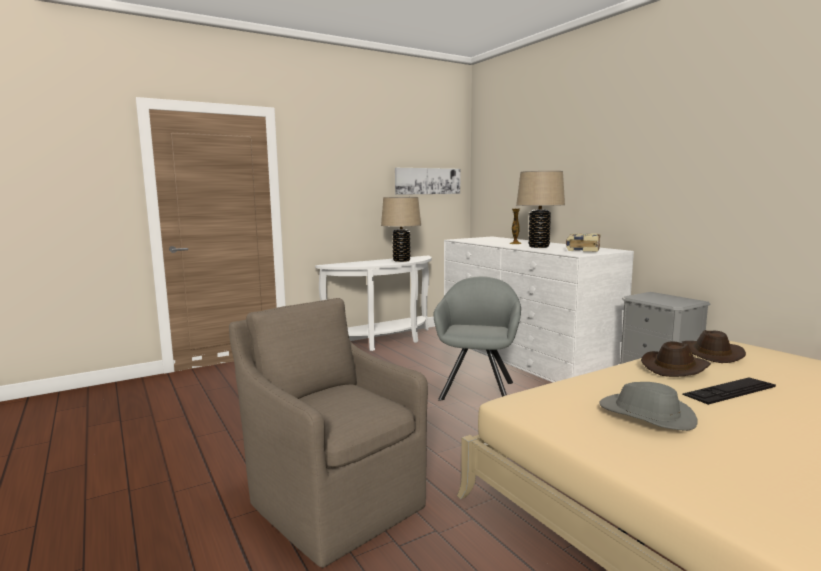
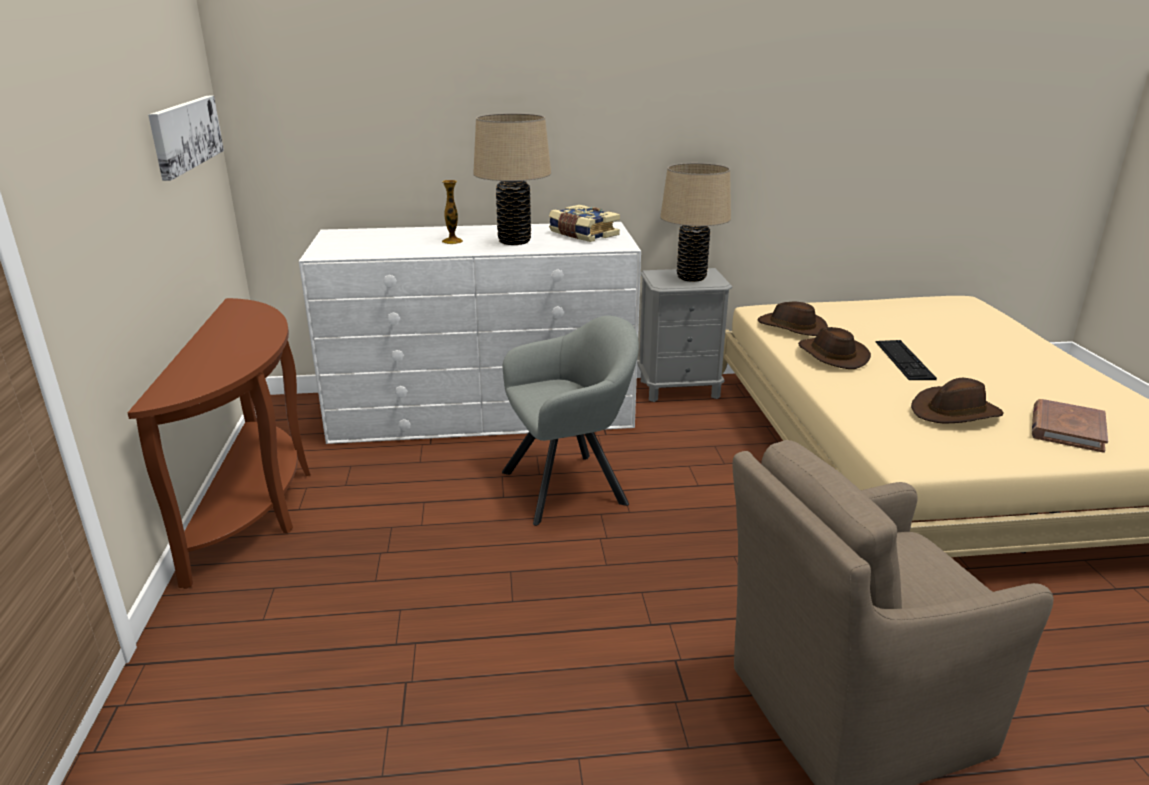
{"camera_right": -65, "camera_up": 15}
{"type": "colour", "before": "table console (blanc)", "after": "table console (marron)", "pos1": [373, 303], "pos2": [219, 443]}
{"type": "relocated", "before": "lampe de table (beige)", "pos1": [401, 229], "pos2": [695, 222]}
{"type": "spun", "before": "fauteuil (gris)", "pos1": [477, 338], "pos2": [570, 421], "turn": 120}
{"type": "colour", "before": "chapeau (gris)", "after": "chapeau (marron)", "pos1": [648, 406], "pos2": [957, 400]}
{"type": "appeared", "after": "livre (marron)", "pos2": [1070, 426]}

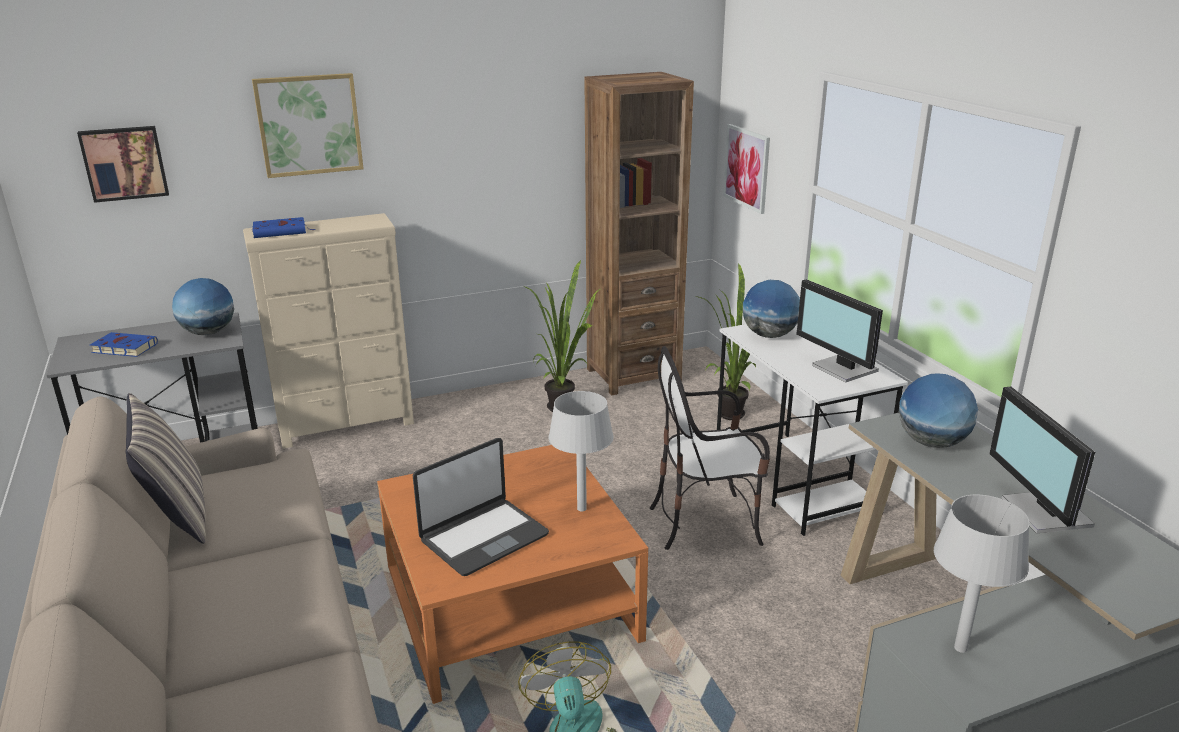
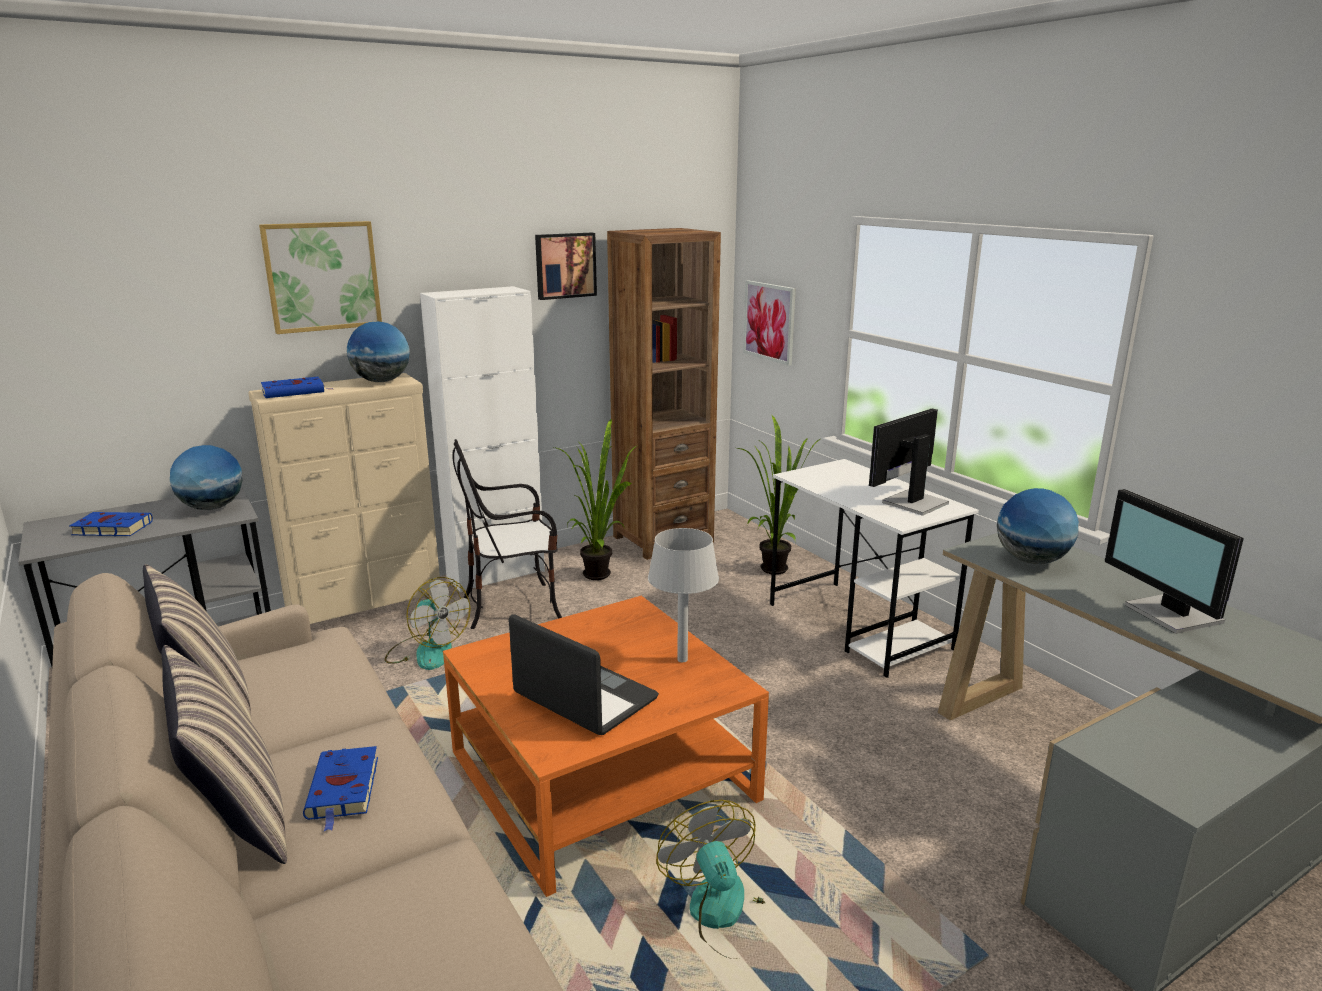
{"camera_right": -10, "camera_up": -5}
{"type": "relocated", "before": "tableau", "pos1": [123, 164], "pos2": [566, 266]}
{"type": "spun", "before": "ordinateur portable", "pos1": [481, 507], "pos2": [584, 674], "turn": -90}
{"type": "relocated", "before": "chaise", "pos1": [709, 448], "pos2": [507, 534]}
{"type": "relocated", "before": "globe", "pos1": [771, 309], "pos2": [378, 351]}
{"type": "spun", "before": "écran d'ordinateur", "pos1": [839, 331], "pos2": [909, 462], "turn": 90}
{"type": "missing", "before": "lampe de table (gris)", "pos1": [982, 574]}
{"type": "appeared", "after": "coussin", "pos2": [224, 754]}
{"type": "appeared", "after": "livre (bleu)", "pos2": [340, 788]}
{"type": "appeared", "after": "ventilateur", "pos2": [428, 623]}
{"type": "appeared", "after": "meuble de rangement (blanc)", "pos2": [482, 439]}

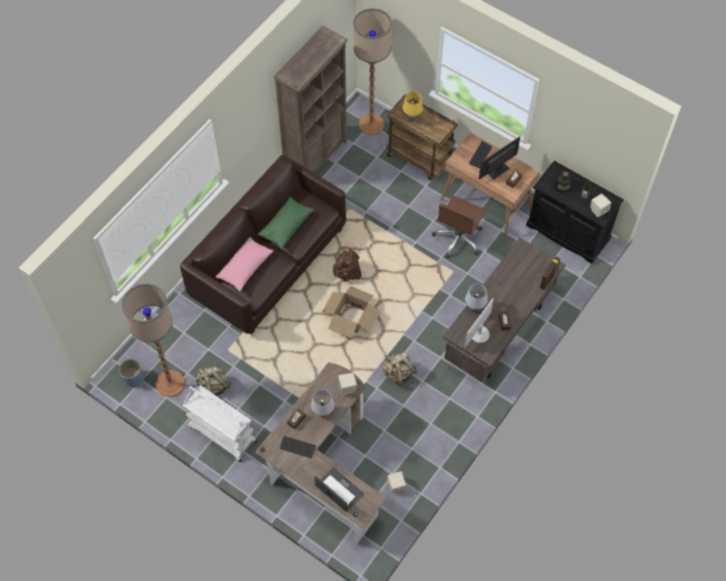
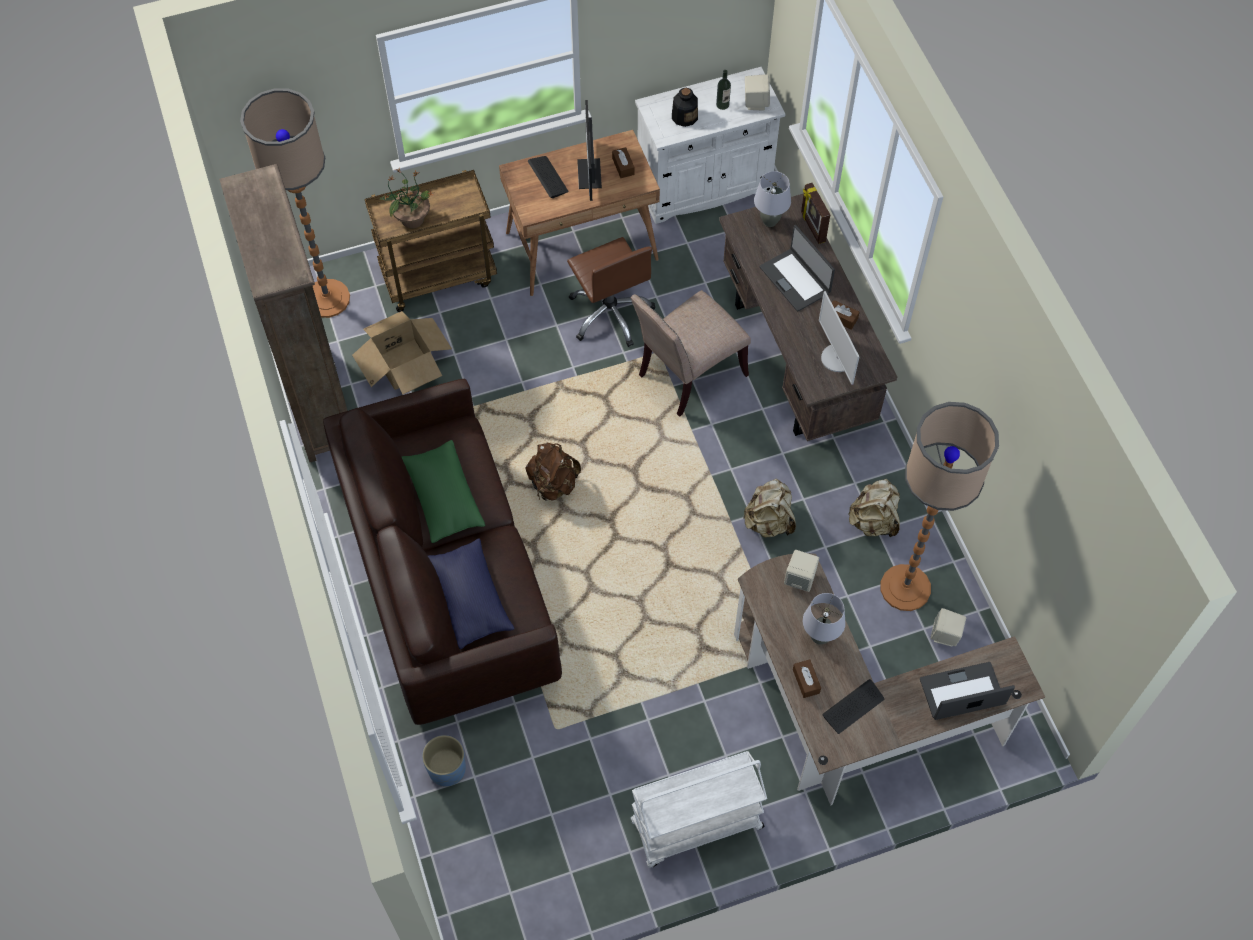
{"camera_right": -55, "camera_up": 0}
{"type": "relocated", "before": "cache-pot (bleu)", "pos1": [131, 373], "pos2": [444, 761]}
{"type": "relocated", "before": "lampadaire", "pos1": [153, 340], "pos2": [940, 506]}
{"type": "relocated", "before": "sac à dos (beige)", "pos1": [213, 381], "pos2": [874, 508]}
{"type": "colour", "before": "coussin (rose)", "after": "coussin (bleu)", "pos1": [244, 264], "pos2": [471, 594]}
{"type": "relocated", "before": "carton", "pos1": [351, 312], "pos2": [402, 353]}
{"type": "exchanged", "before": "lampe de table (jaune)", "after": "plante en pot", "pos1": [412, 107], "pos2": [407, 199]}
{"type": "relocated", "before": "lampe de table (gris)", "pos1": [476, 298], "pos2": [772, 199]}
{"type": "colour", "before": "meuble de rangement (noir)", "after": "meuble de rangement (blanc)", "pos1": [575, 212], "pos2": [710, 145]}
{"type": "appeared", "after": "chaise (beige)", "pos2": [690, 353]}
{"type": "appeared", "after": "ordinateur portable", "pos2": [797, 268]}

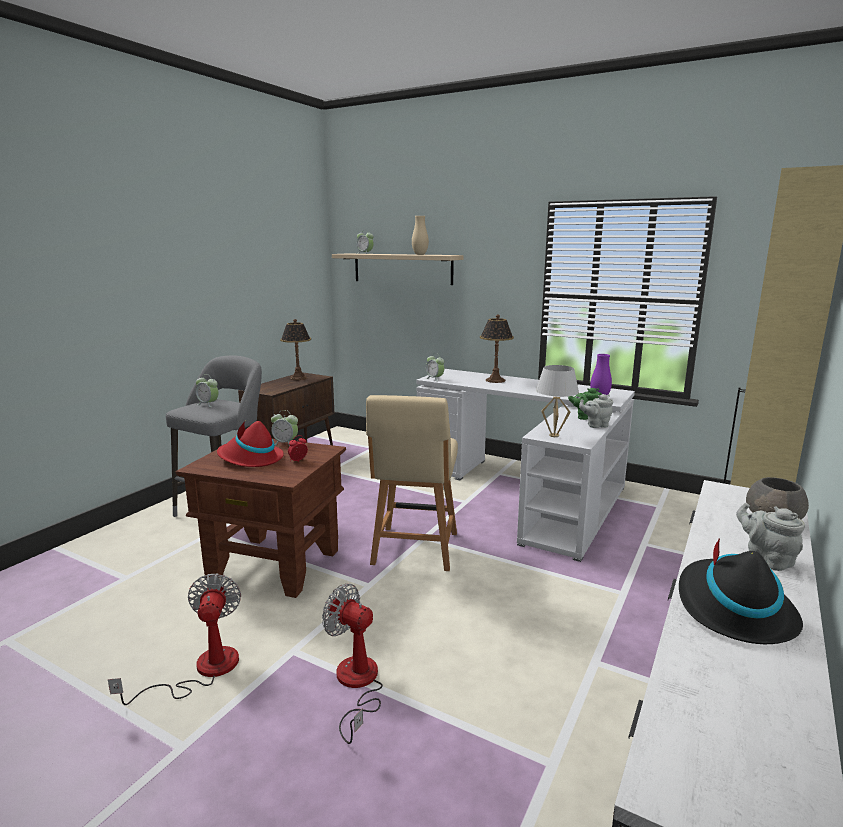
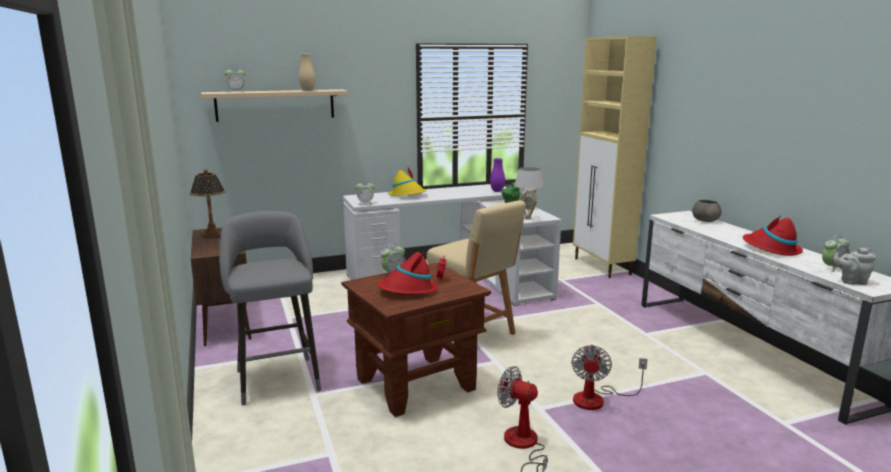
{"camera_right": -50, "camera_up": 0}
{"type": "relocated", "before": "réveil", "pos1": [207, 390], "pos2": [835, 253]}
{"type": "spun", "before": "ventilateur", "pos1": [352, 663], "pos2": [609, 377], "turn": -60}
{"type": "exchanged", "before": "lampe de table", "after": "chapeau (jaune)", "pos1": [497, 349], "pos2": [407, 181]}
{"type": "colour", "before": "chapeau (noir)", "after": "chapeau (rouge)", "pos1": [741, 591], "pos2": [773, 236]}
{"type": "relocated", "before": "théière (gris)", "pos1": [770, 537], "pos2": [854, 266]}

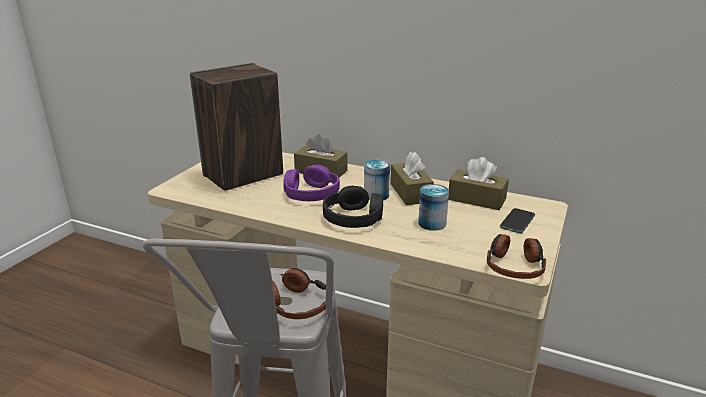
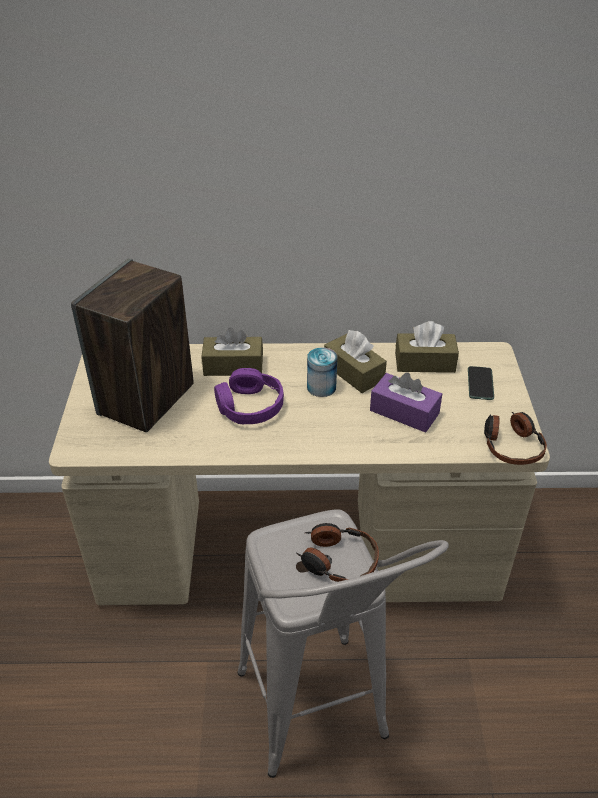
{"camera_right": -25, "camera_up": 15}
{"type": "missing", "before": "casque audio (noir)", "pos1": [353, 206]}
{"type": "exchanged", "before": "boîte métallique", "after": "boîte à mouchoirs (violet)", "pos1": [433, 207], "pos2": [406, 403]}

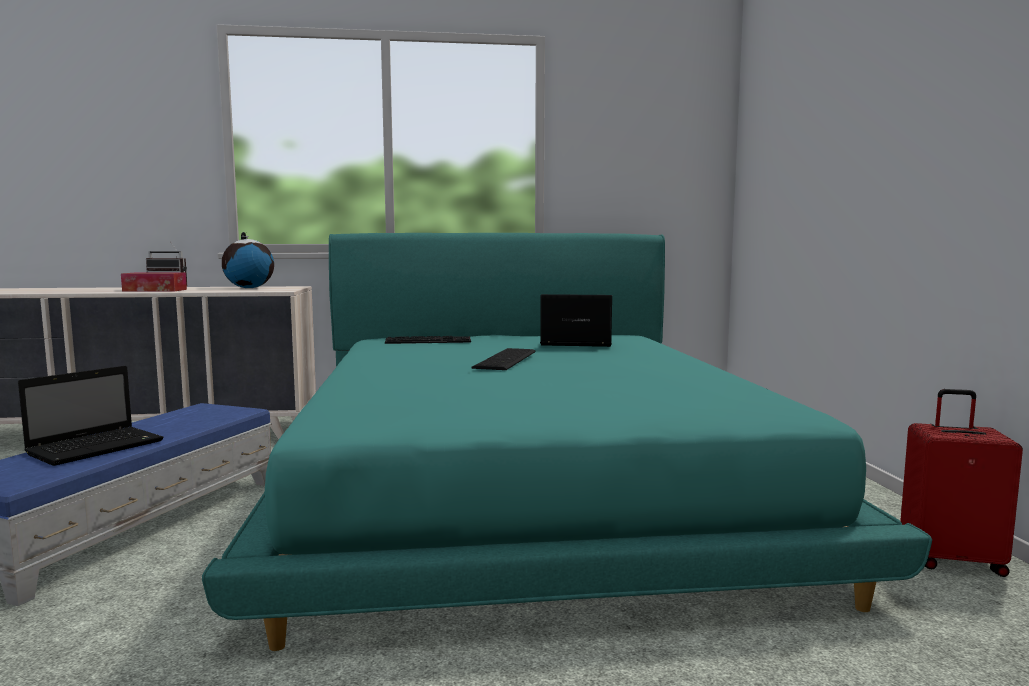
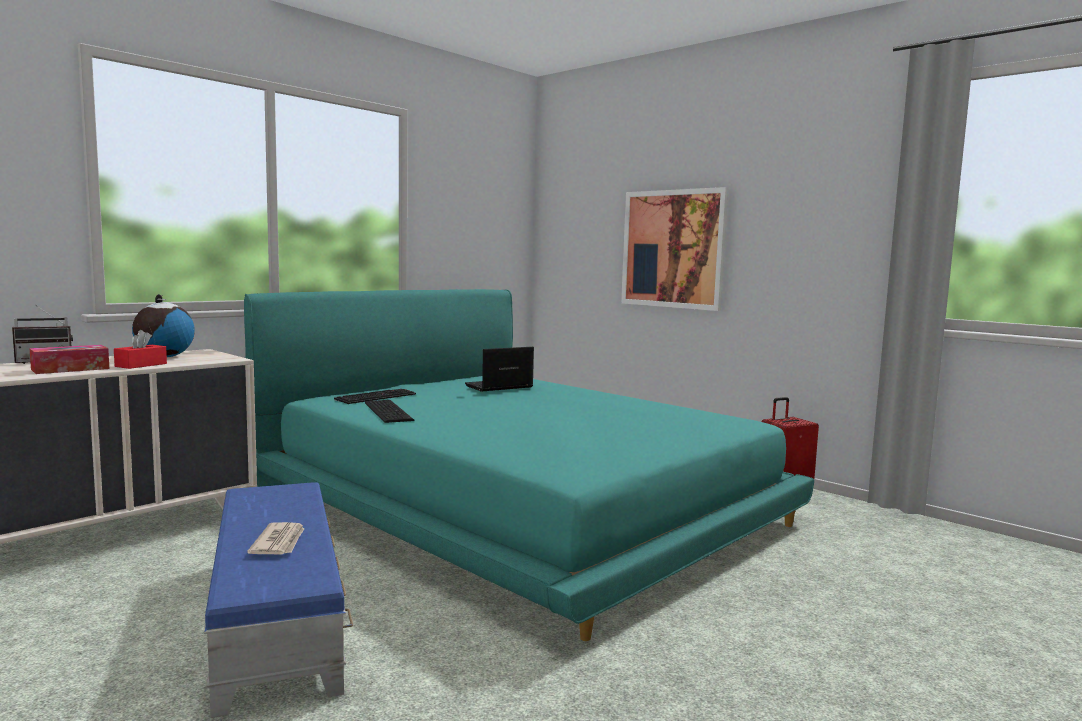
{"camera_right": -40, "camera_up": 0}
{"type": "exchanged", "before": "ordinateur portable", "after": "journal", "pos1": [91, 416], "pos2": [275, 538]}
{"type": "relocated", "before": "clavier", "pos1": [503, 359], "pos2": [389, 411]}
{"type": "appeared", "after": "boîte à mouchoirs (rouge)", "pos2": [140, 349]}
{"type": "appeared", "after": "tableau", "pos2": [675, 249]}

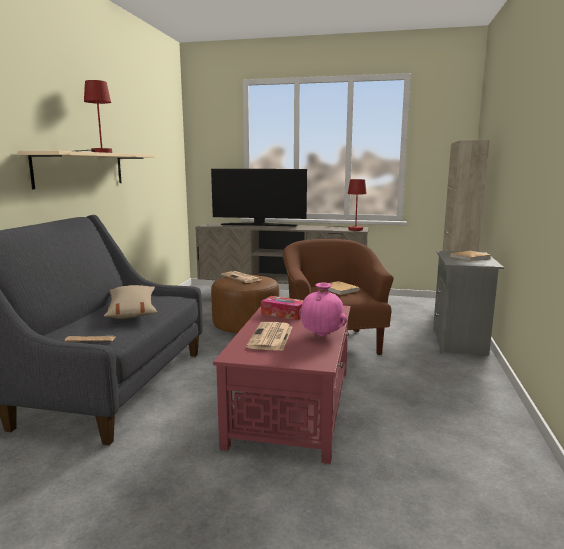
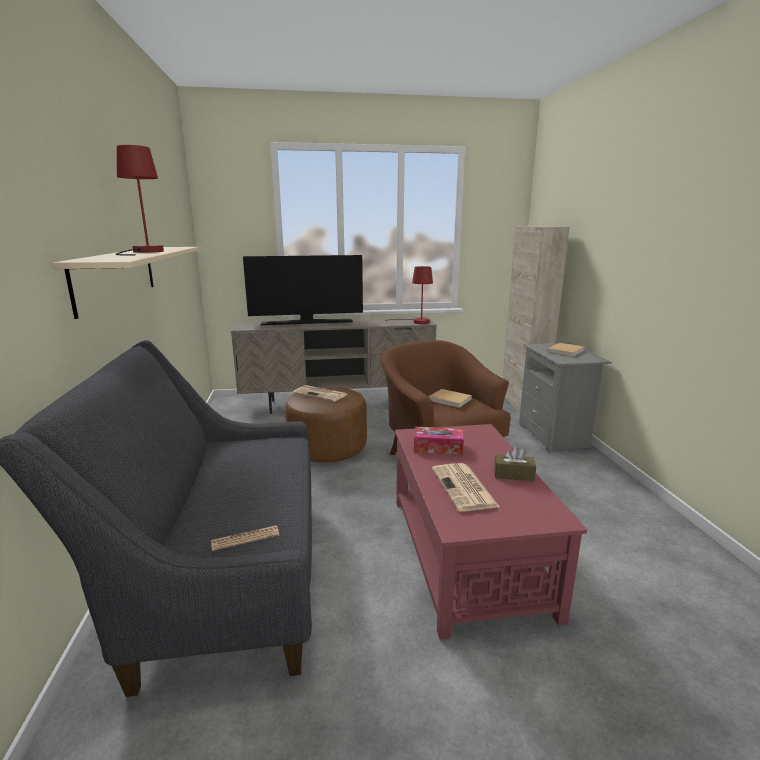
{"camera_right": -20, "camera_up": 5}
{"type": "missing", "before": "coussin (beige)", "pos1": [130, 302]}
{"type": "exchanged", "before": "vase (rose)", "after": "boîte à mouchoirs (marron)", "pos1": [323, 310], "pos2": [515, 463]}

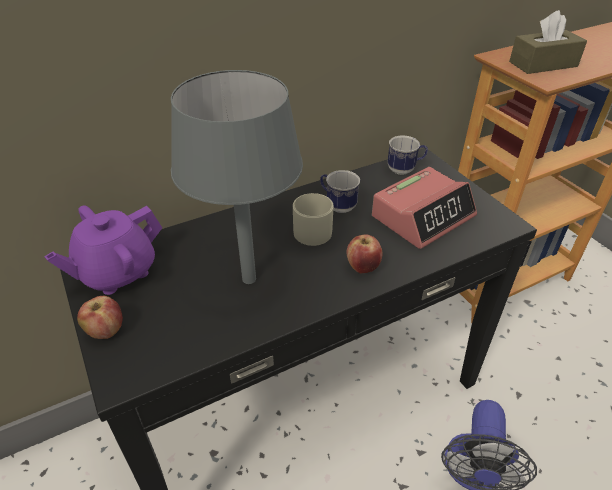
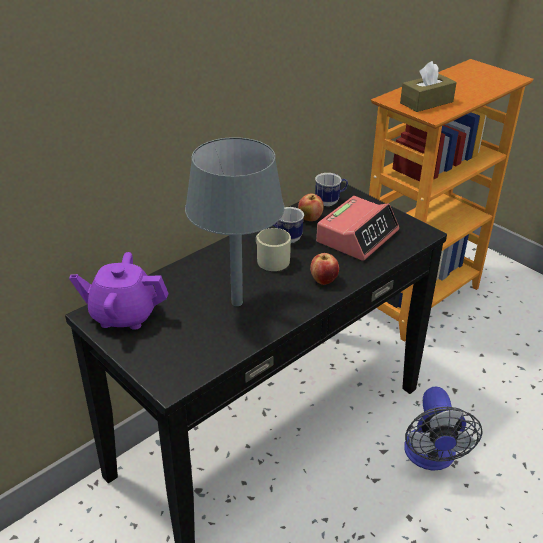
{"camera_right": -15, "camera_up": -5}
{"type": "spun", "before": "théière (violet)", "pos1": [103, 250], "pos2": [119, 291], "turn": 60}
{"type": "relocated", "before": "pomme", "pos1": [100, 317], "pos2": [311, 207]}

